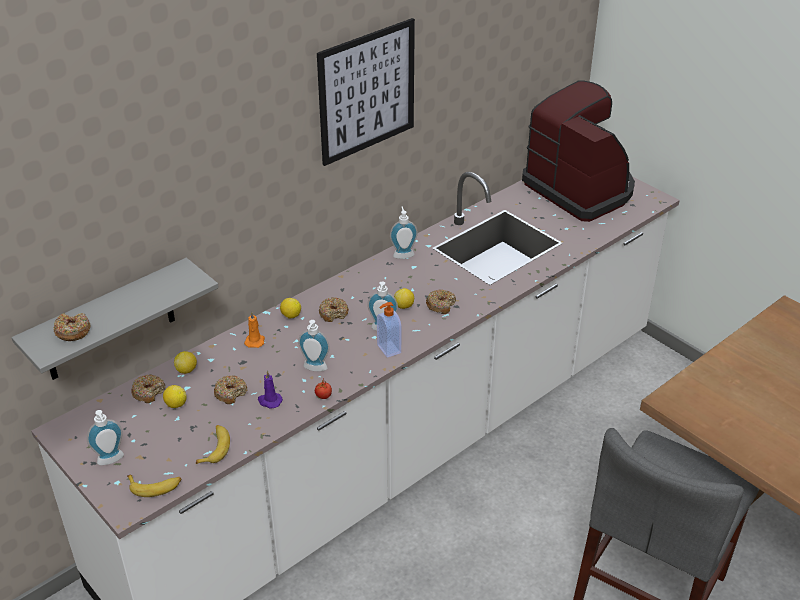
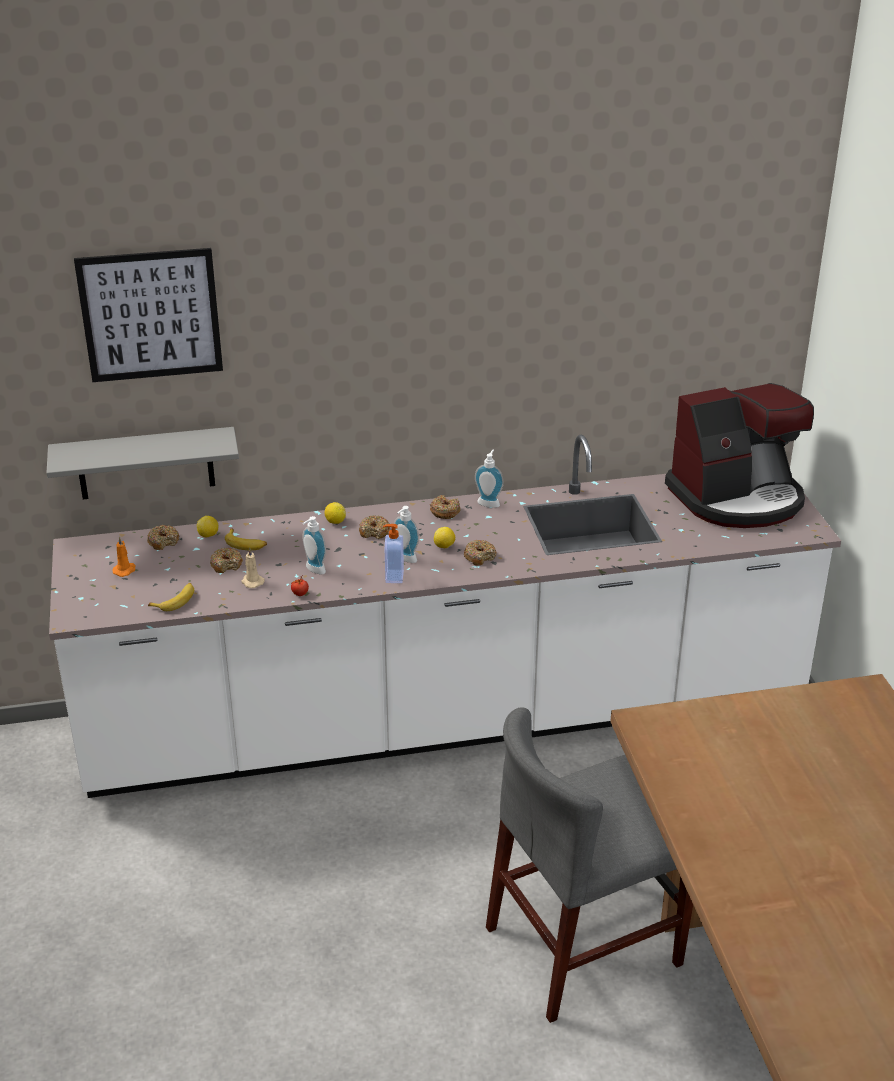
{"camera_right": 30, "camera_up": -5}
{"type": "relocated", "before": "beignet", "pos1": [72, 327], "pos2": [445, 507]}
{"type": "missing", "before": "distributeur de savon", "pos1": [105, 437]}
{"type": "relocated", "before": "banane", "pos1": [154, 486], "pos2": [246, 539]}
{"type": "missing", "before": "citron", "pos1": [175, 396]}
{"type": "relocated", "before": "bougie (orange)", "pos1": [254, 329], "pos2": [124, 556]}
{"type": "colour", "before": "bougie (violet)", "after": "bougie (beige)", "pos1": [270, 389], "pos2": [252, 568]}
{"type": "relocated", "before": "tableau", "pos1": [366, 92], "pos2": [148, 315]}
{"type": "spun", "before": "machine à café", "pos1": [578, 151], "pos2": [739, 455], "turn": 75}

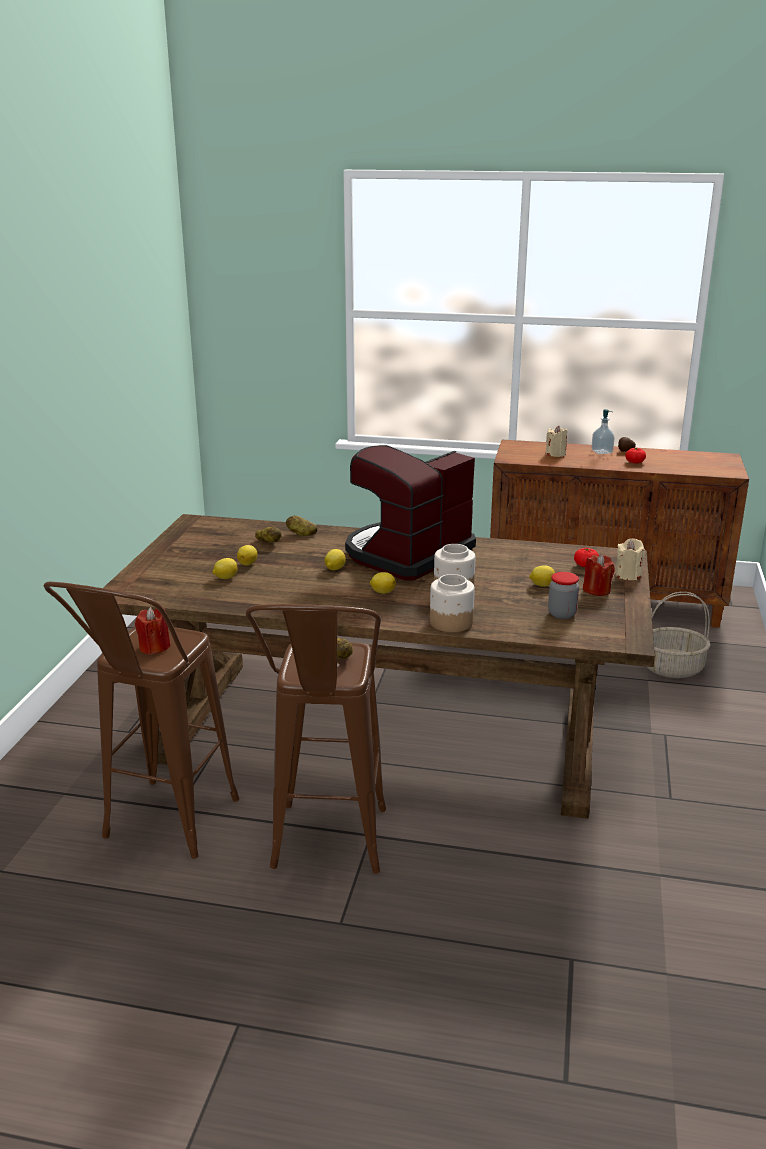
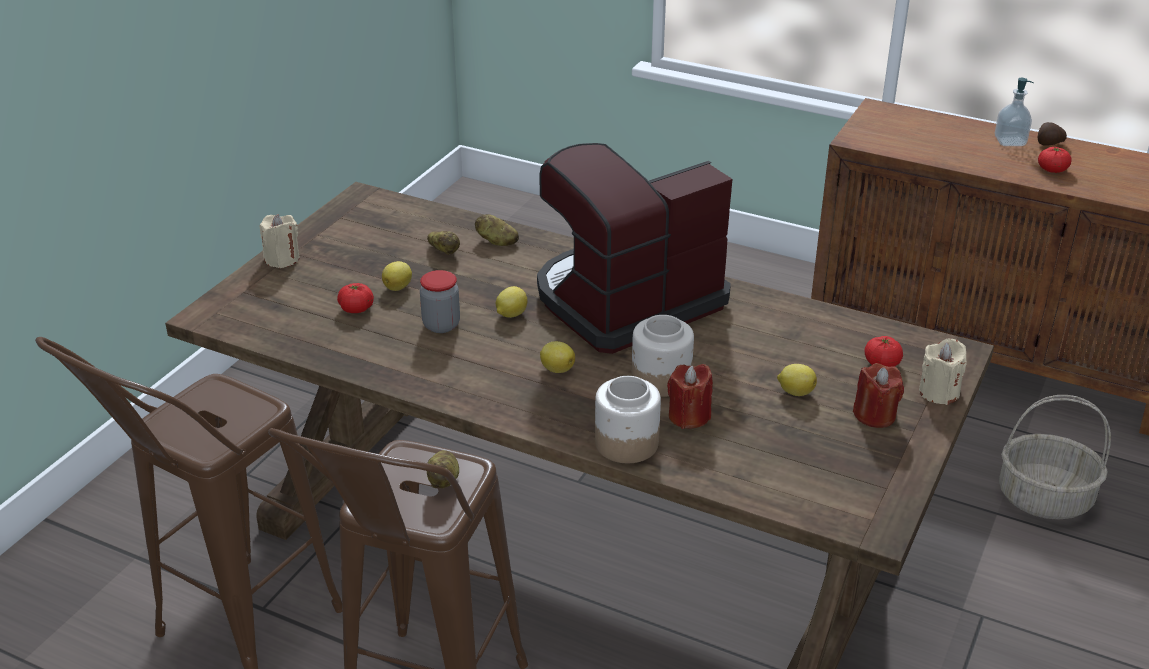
{"camera_right": 15, "camera_up": 10}
{"type": "relocated", "before": "bougie (rouge)", "pos1": [153, 631], "pos2": [690, 396]}
{"type": "exchanged", "before": "citron", "after": "tomate", "pos1": [225, 568], "pos2": [355, 298]}
{"type": "relocated", "before": "bougie (beige)", "pos1": [556, 441], "pos2": [280, 241]}
{"type": "relocated", "before": "bocal", "pos1": [563, 595], "pos2": [440, 301]}

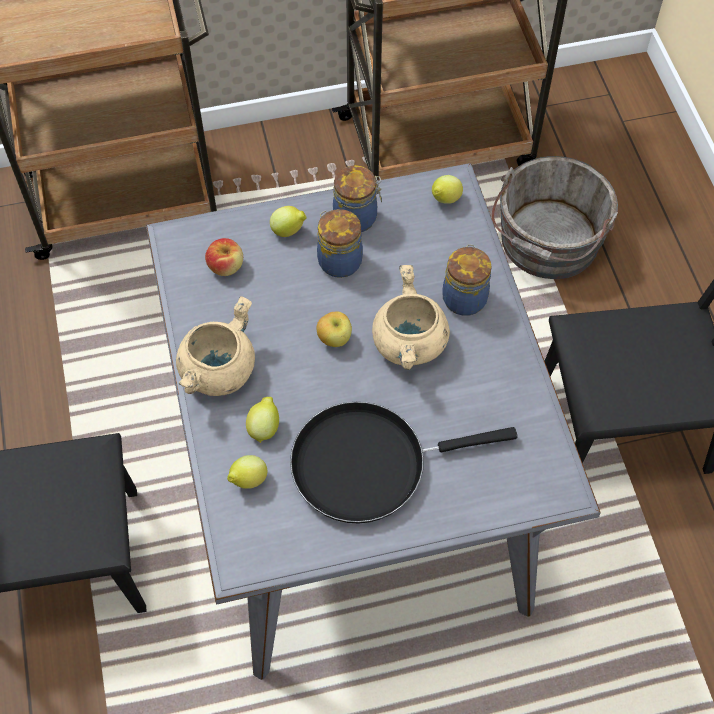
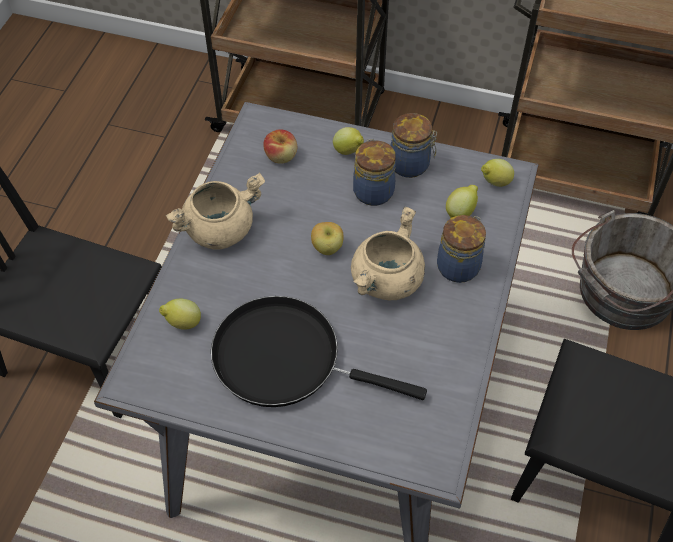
{"camera_right": 30, "camera_up": -5}
{"type": "relocated", "before": "citron", "pos1": [262, 420], "pos2": [462, 201]}

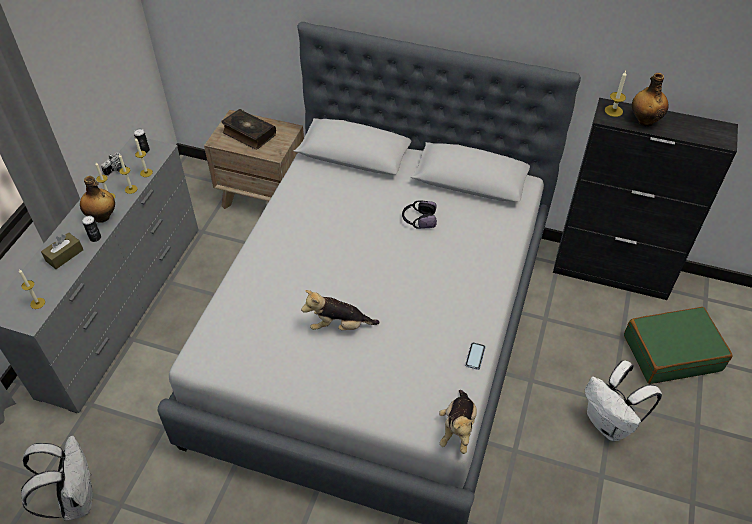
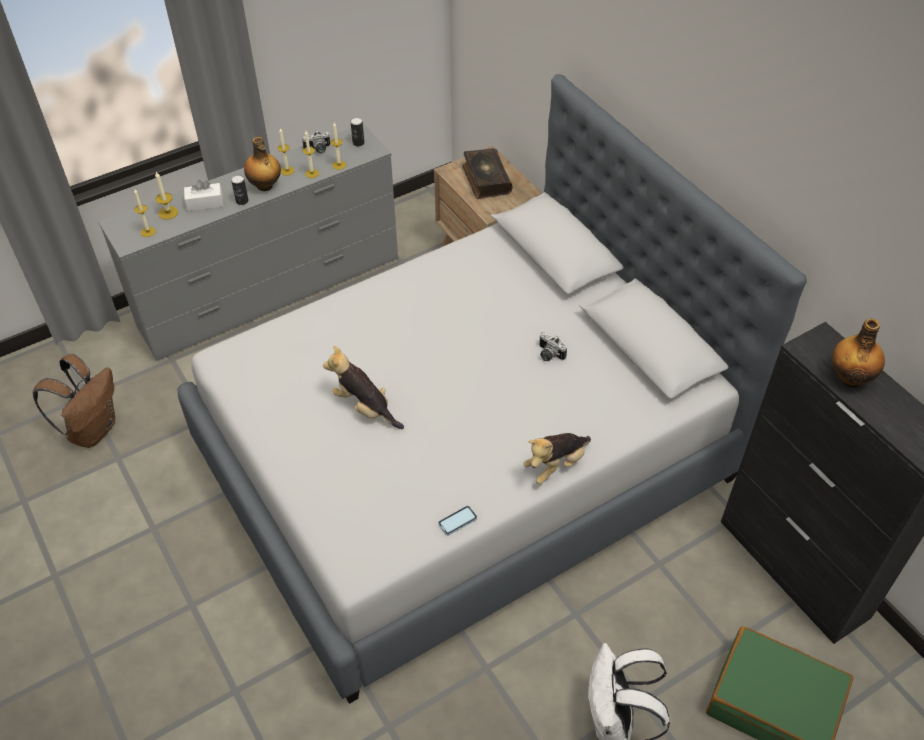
{"camera_right": 40, "camera_up": 0}
{"type": "colour", "before": "sac à dos (blanc)", "after": "sac à dos (marron)", "pos1": [56, 478], "pos2": [74, 401]}
{"type": "colour", "before": "boîte à mouchoirs (marron)", "after": "boîte à mouchoirs (blanc)", "pos1": [62, 251], "pos2": [203, 195]}
{"type": "exchanged", "before": "casque audio", "after": "appareil photo", "pos1": [419, 215], "pos2": [553, 346]}
{"type": "relocated", "before": "peluche", "pos1": [458, 422], "pos2": [557, 458]}
{"type": "relocated", "before": "bougie", "pos1": [616, 94], "pos2": [166, 196]}

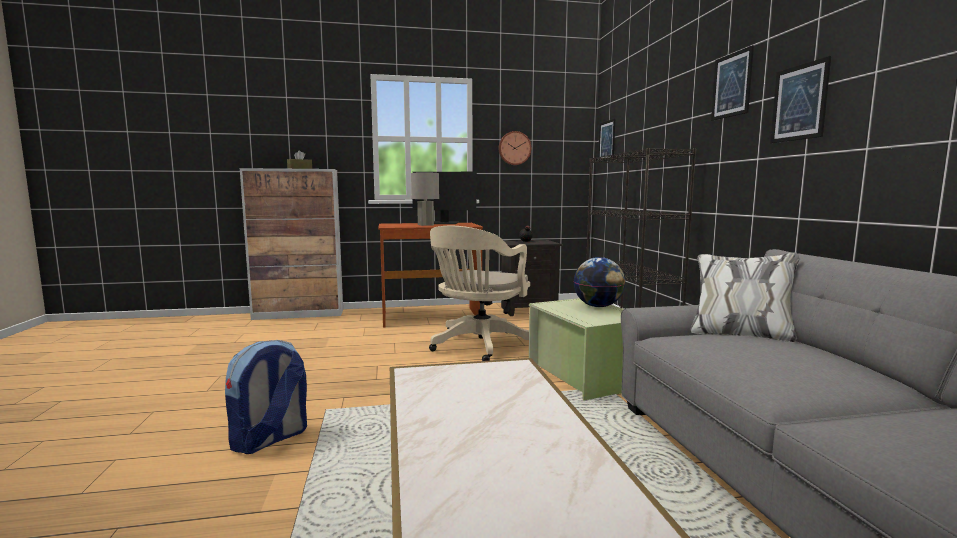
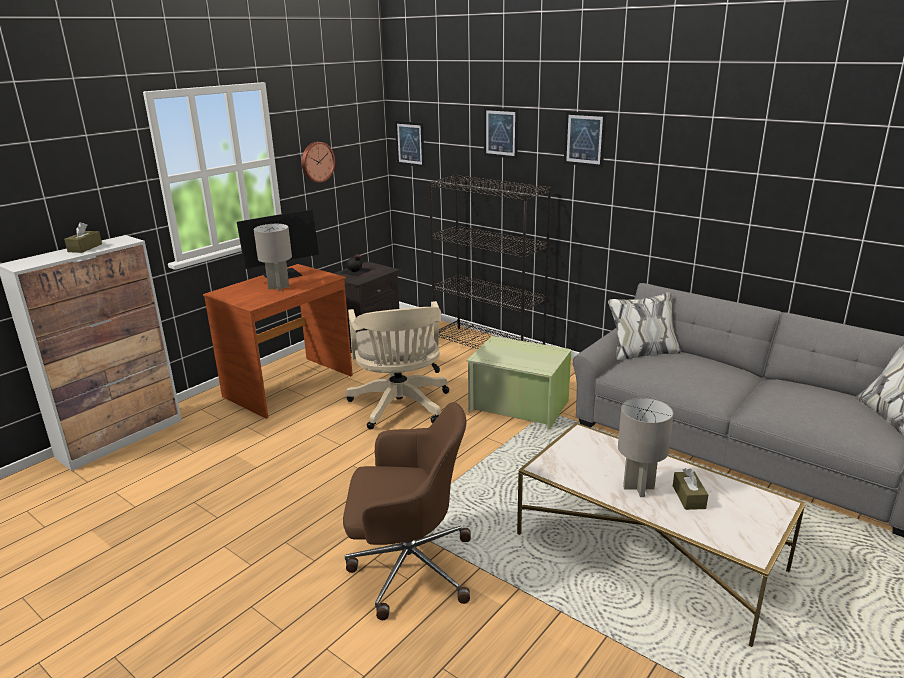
{"camera_right": -40, "camera_up": 15}
{"type": "exchanged", "before": "sac à dos", "after": "chaise de bureau (marron)", "pos1": [266, 397], "pos2": [407, 511]}
{"type": "missing", "before": "globe", "pos1": [599, 282]}
{"type": "relocated", "before": "tableau", "pos1": [800, 99], "pos2": [501, 133]}
{"type": "appeared", "after": "lampe de table (gris)", "pos2": [646, 447]}
{"type": "appeared", "after": "boîte à mouchoirs (marron)", "pos2": [690, 489]}

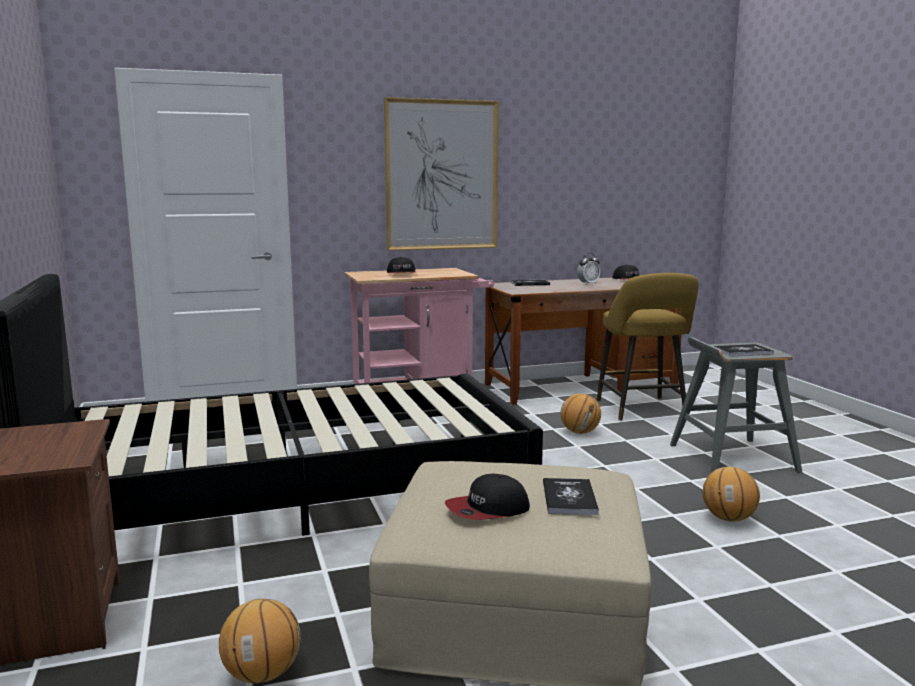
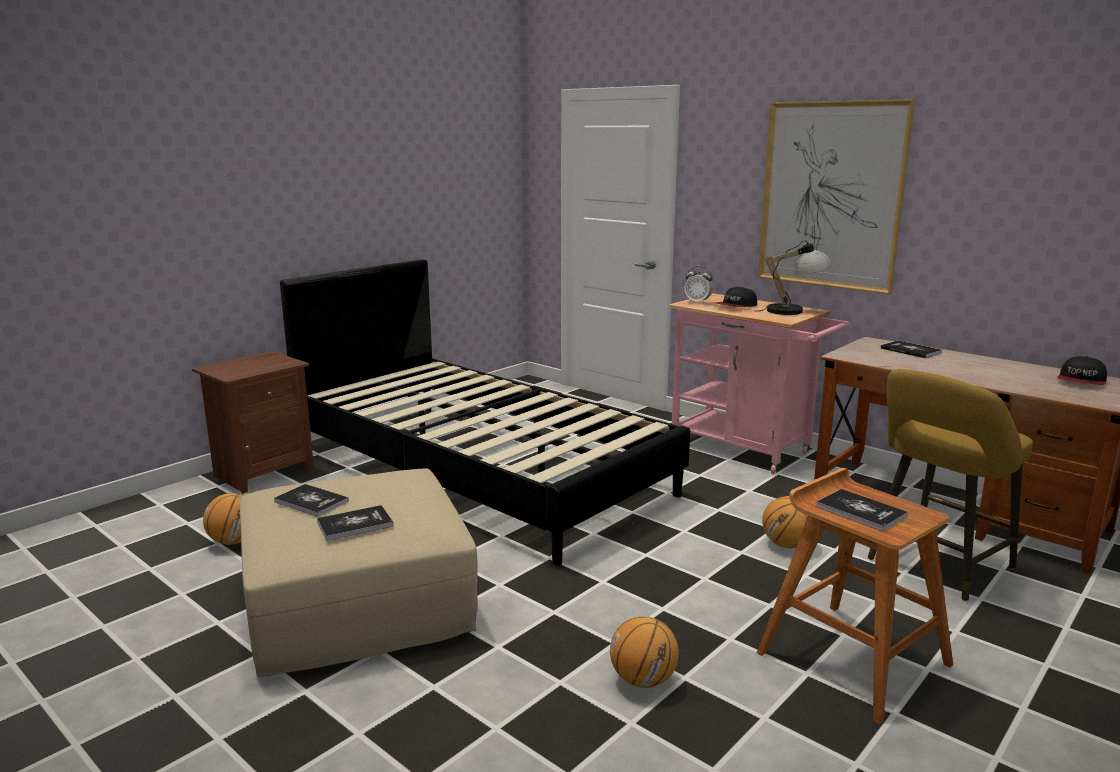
{"camera_right": 60, "camera_up": 5}
{"type": "exchanged", "before": "casquette", "after": "livre", "pos1": [487, 497], "pos2": [311, 500]}
{"type": "relocated", "before": "réveil", "pos1": [588, 268], "pos2": [698, 285]}
{"type": "colour", "before": "tabouret (gris)", "after": "tabouret (marron)", "pos1": [736, 405], "pos2": [855, 596]}
{"type": "appeared", "after": "lampe de table", "pos2": [793, 277]}

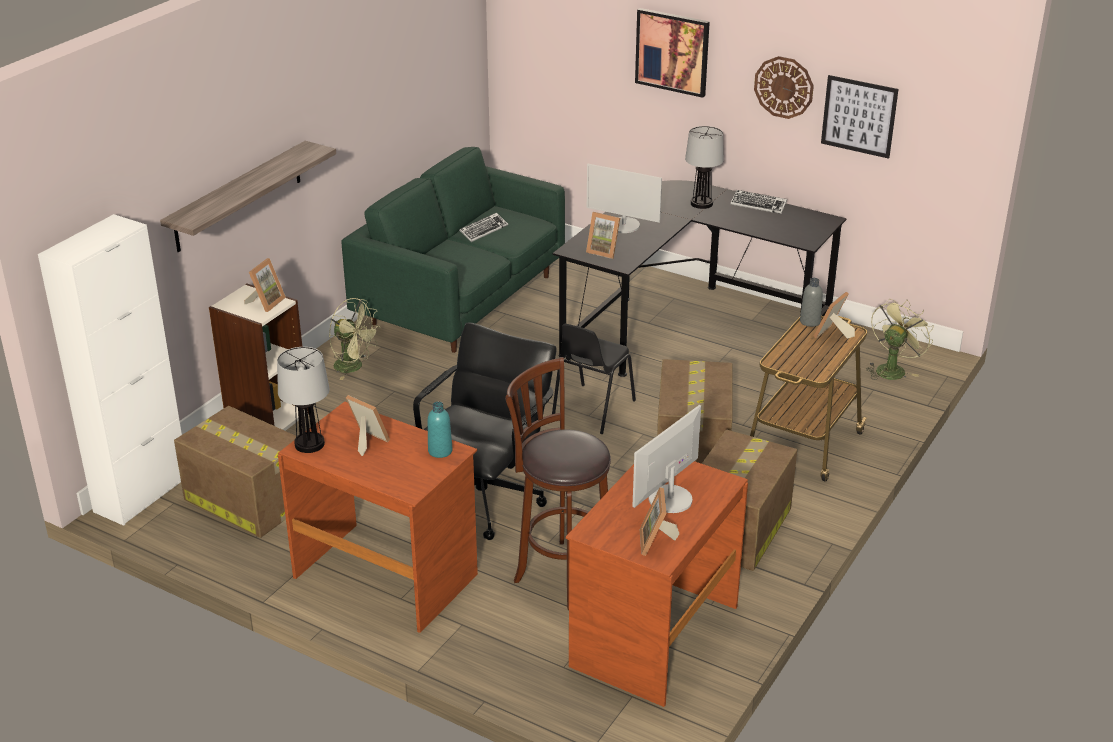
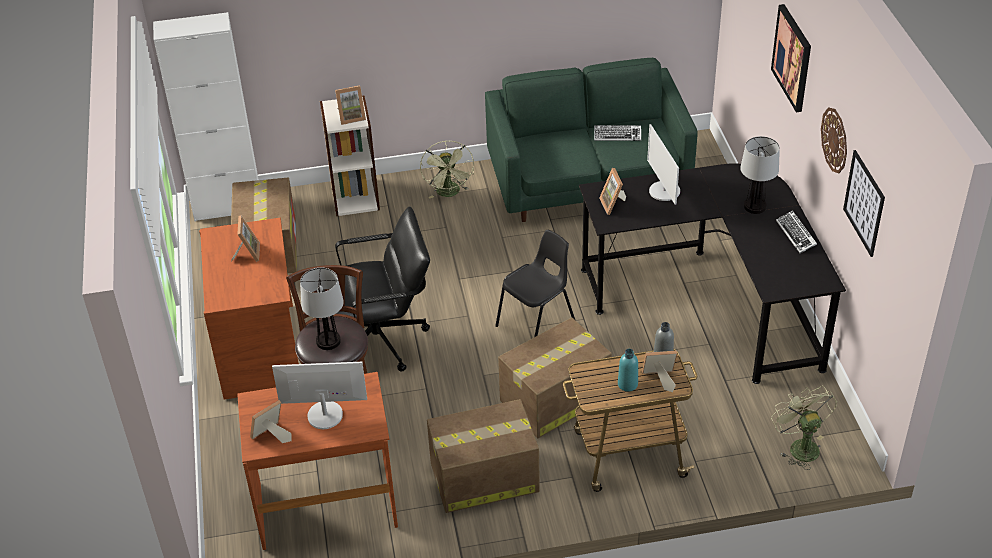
{"camera_right": 50, "camera_up": 10}
{"type": "missing", "before": "étagère", "pos1": [248, 196]}
{"type": "relocated", "before": "lampe de table", "pos1": [303, 400], "pos2": [322, 309]}
{"type": "relocated", "before": "bouteille (turquoise)", "pos1": [440, 429], "pos2": [628, 370]}
{"type": "spun", "before": "chaise (noir)", "pos1": [594, 379], "pos2": [535, 283], "turn": 150}
{"type": "spun", "before": "ventilateur (vert)", "pos1": [900, 339], "pos2": [804, 427], "turn": -105}

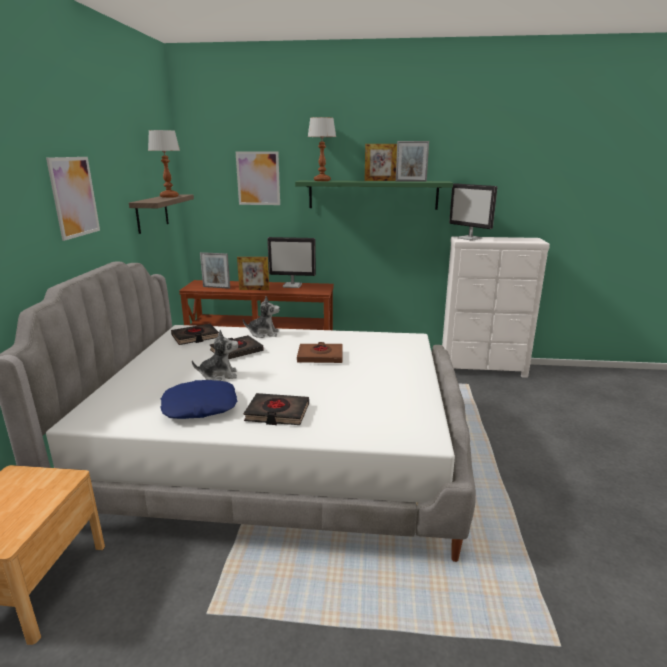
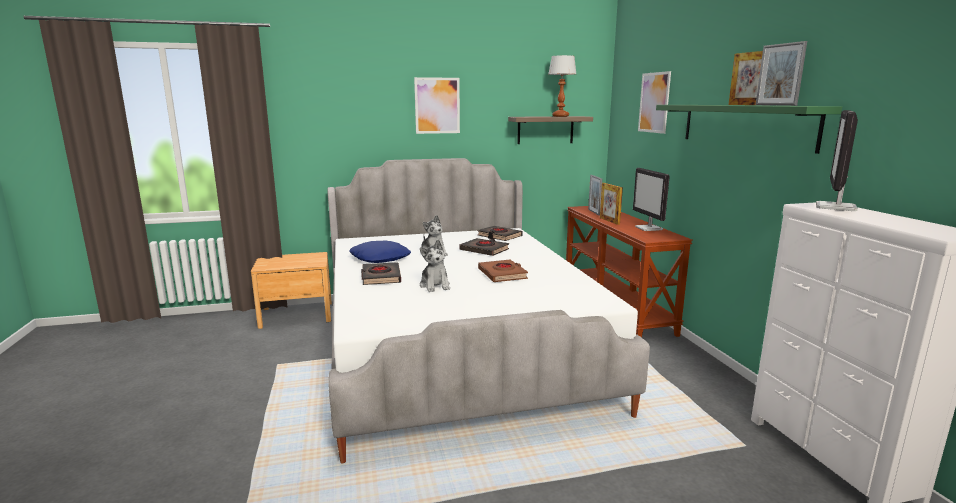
{"camera_right": 70, "camera_up": -5}
{"type": "relocated", "before": "peluche", "pos1": [261, 317], "pos2": [435, 266]}
{"type": "missing", "before": "lampe de table", "pos1": [322, 149]}

